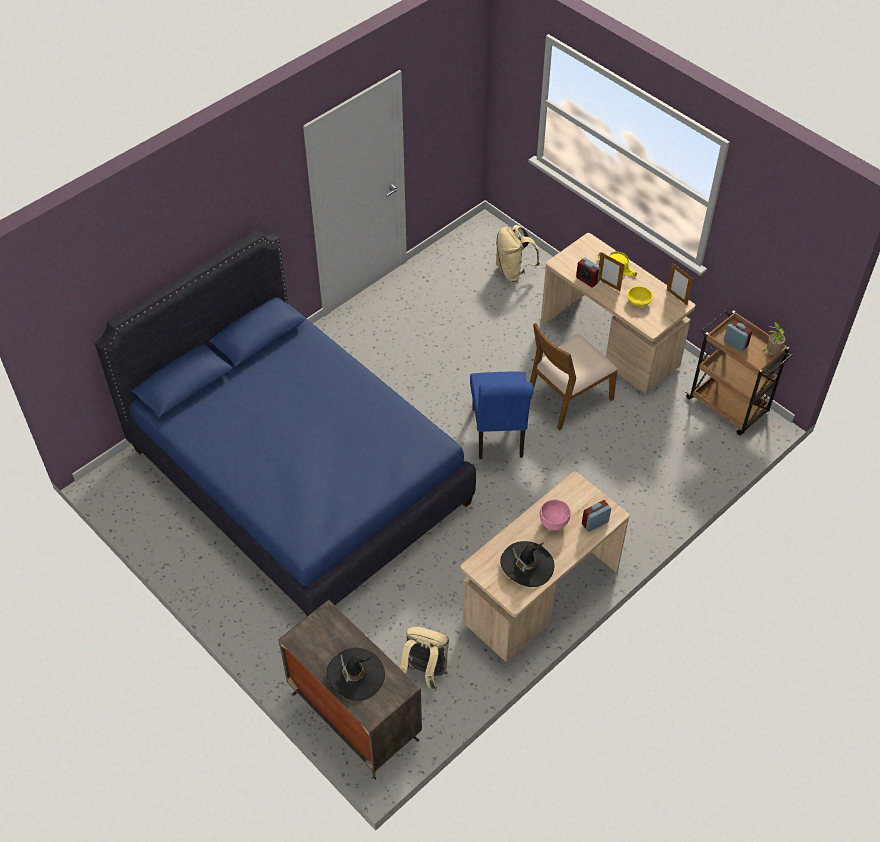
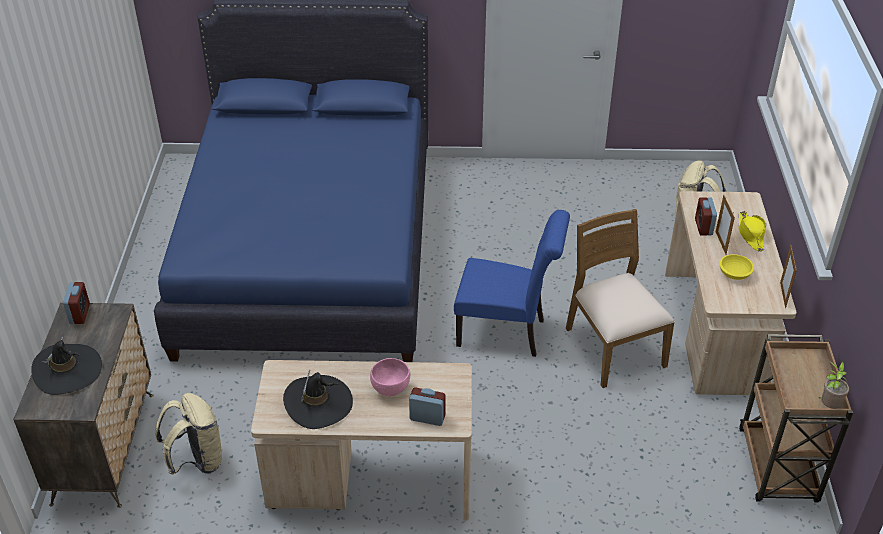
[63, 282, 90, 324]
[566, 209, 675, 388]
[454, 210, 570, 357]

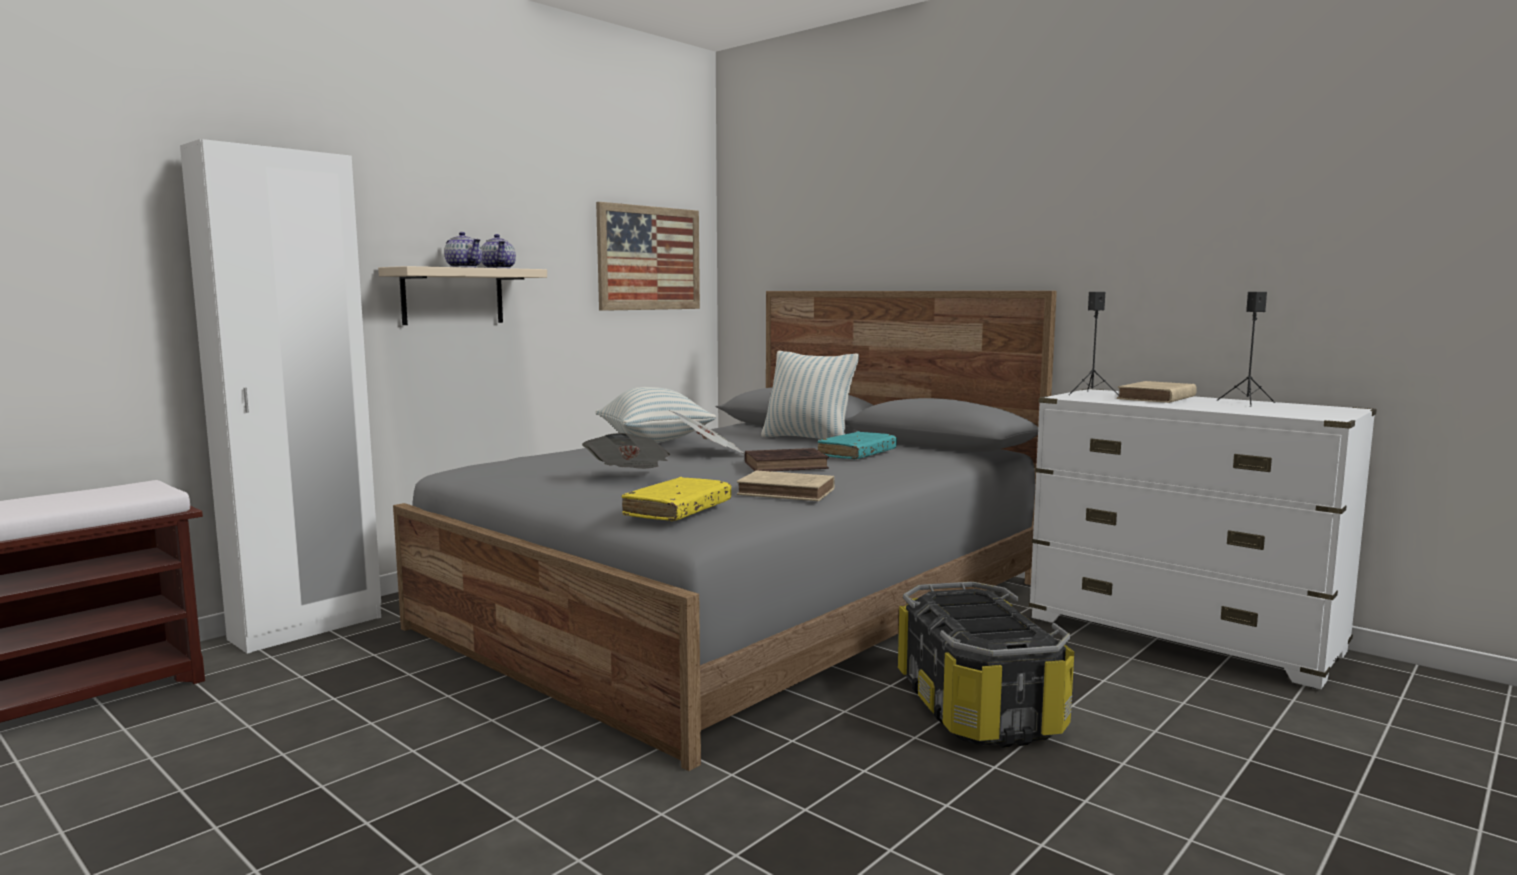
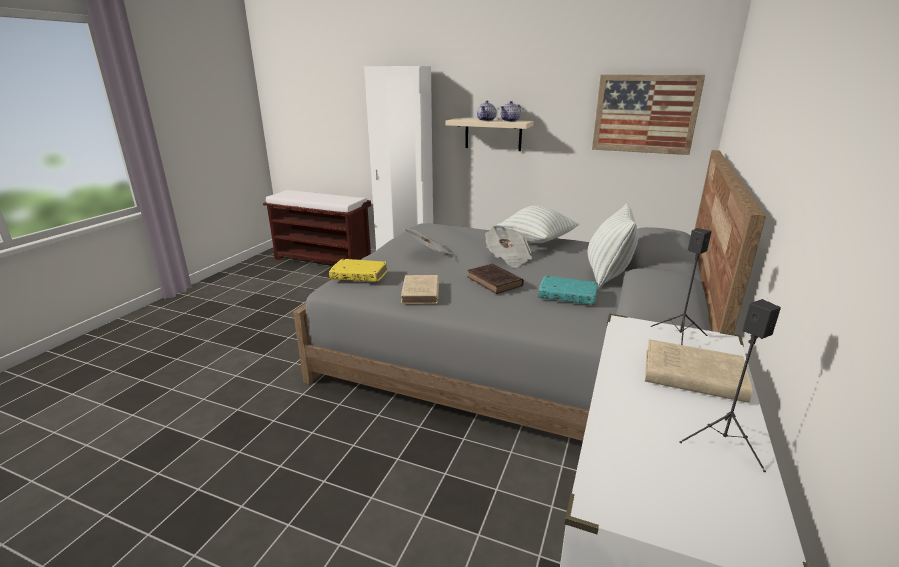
[898, 582, 1074, 748] (first image)

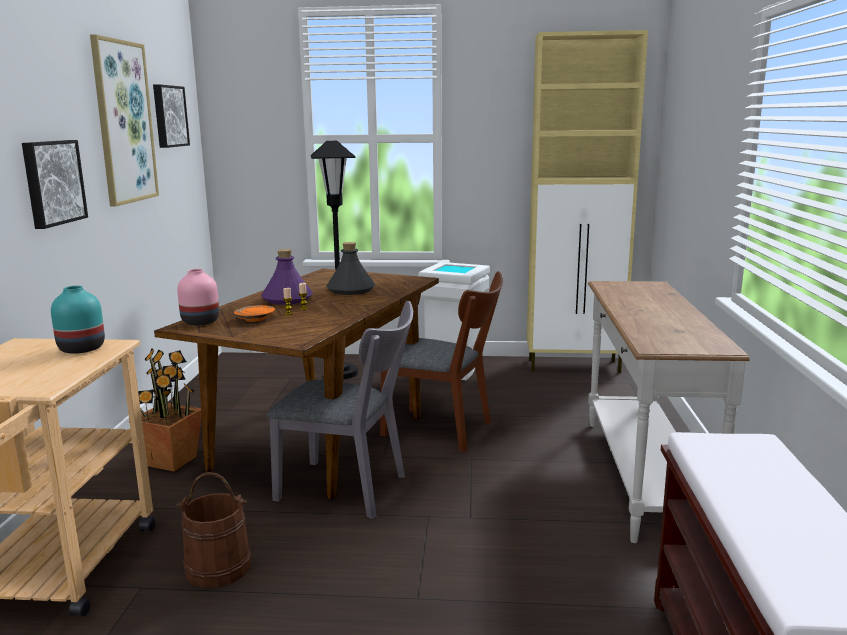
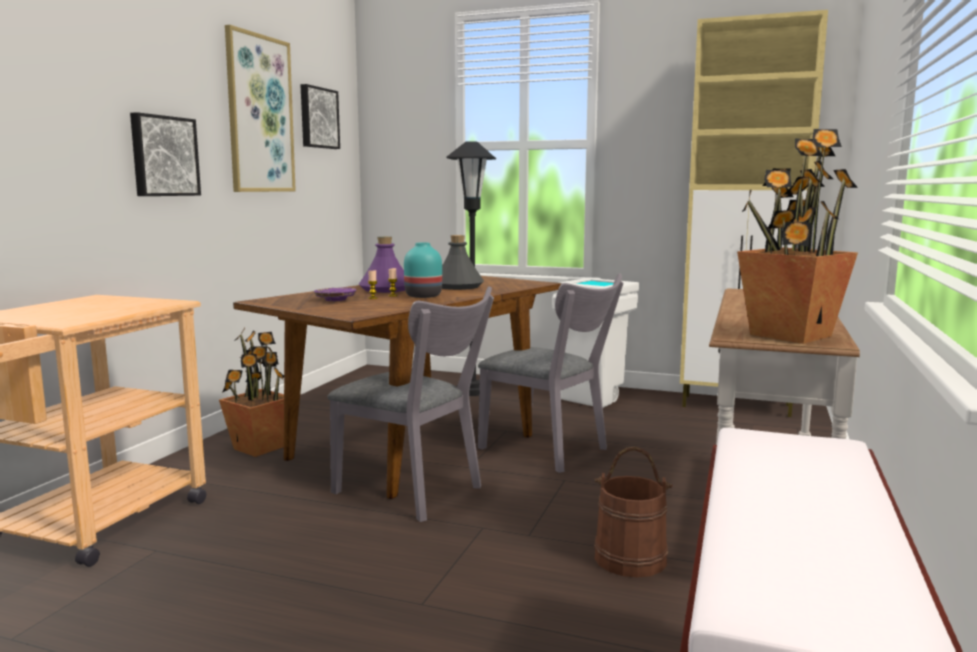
[177, 269, 219, 325] (first image)
[478, 273, 624, 473]
[404, 243, 442, 298]
[314, 288, 356, 301]
[594, 446, 673, 577]
[737, 129, 858, 344]

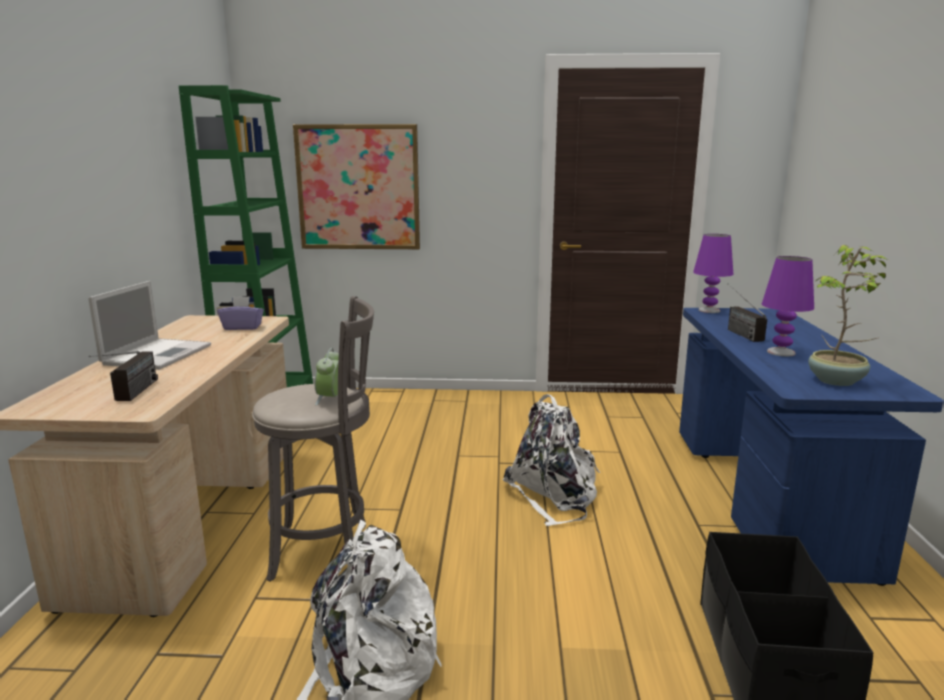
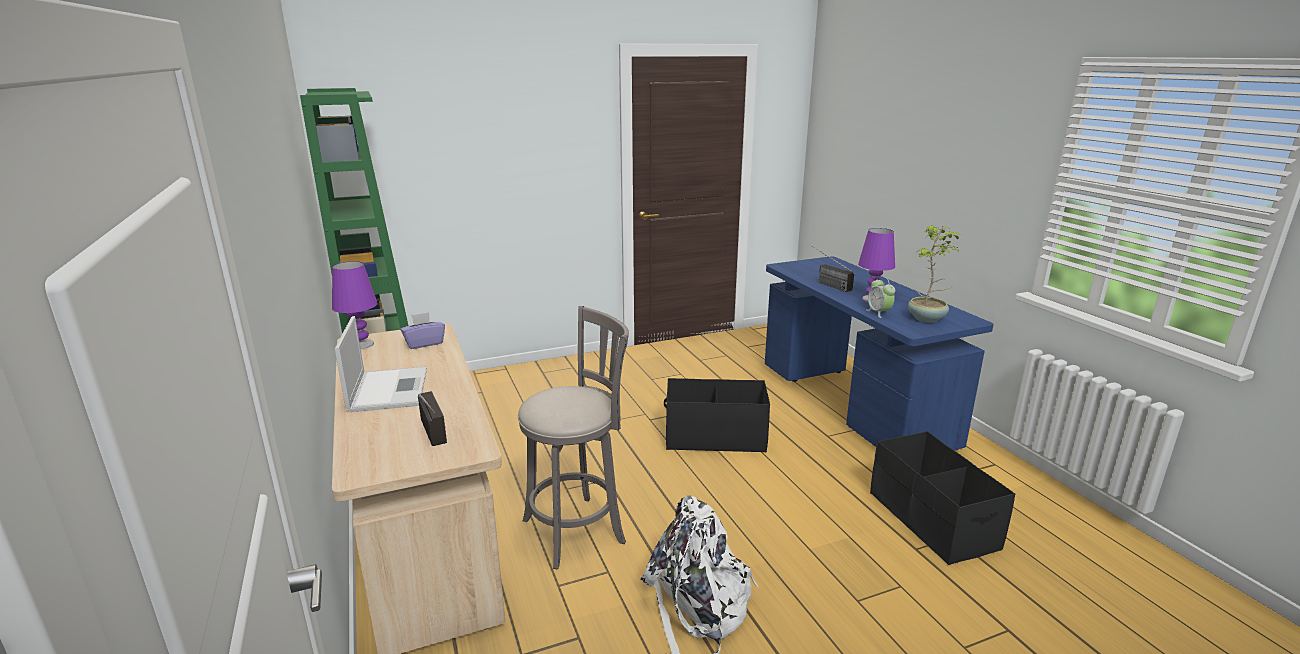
[293, 124, 420, 249] (first image)
[332, 261, 377, 349]
[866, 277, 895, 318]
[664, 378, 770, 452]

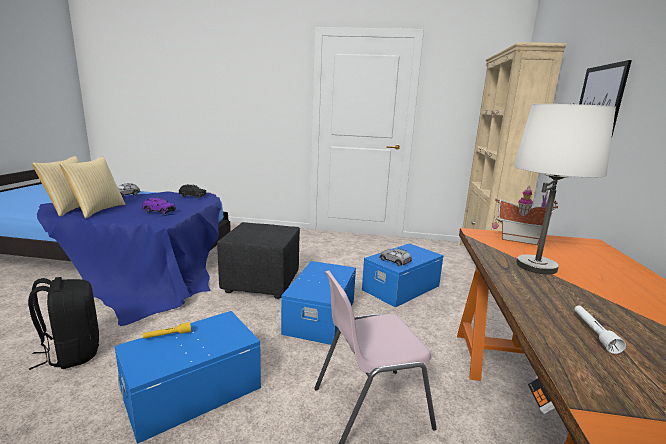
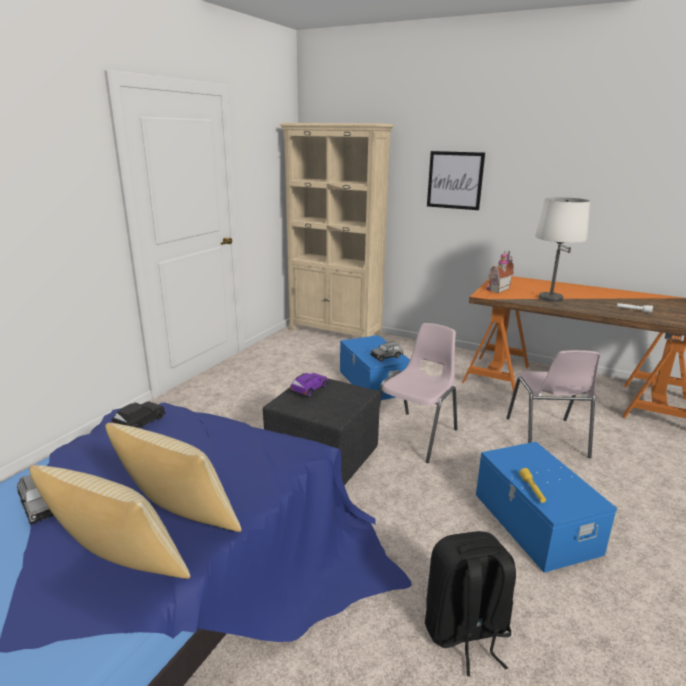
[290, 373, 328, 397]
[379, 323, 457, 463]

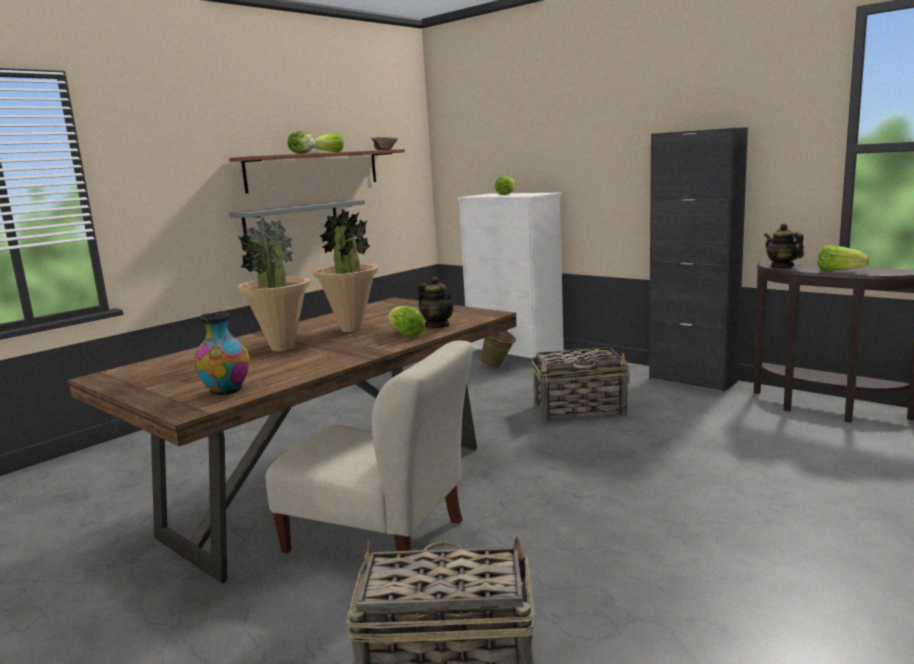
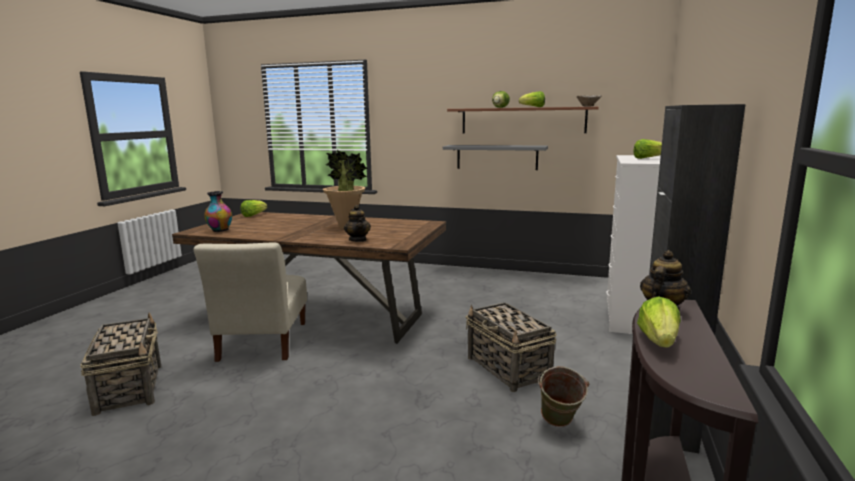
[237, 216, 311, 351] (first image)
[344, 205, 371, 242]
[240, 200, 267, 217]
[538, 366, 589, 427]

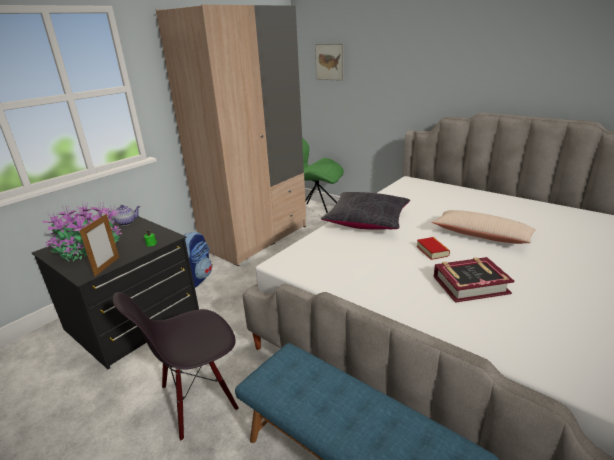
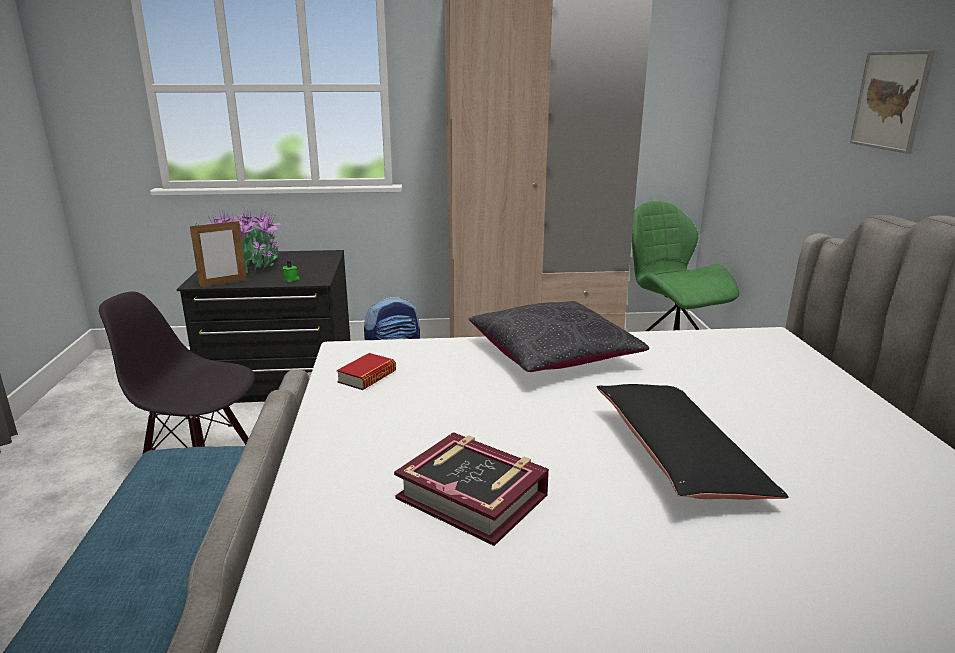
[850, 50, 935, 154]
[108, 205, 140, 226] (first image)
[597, 384, 789, 500]
[337, 353, 396, 390]

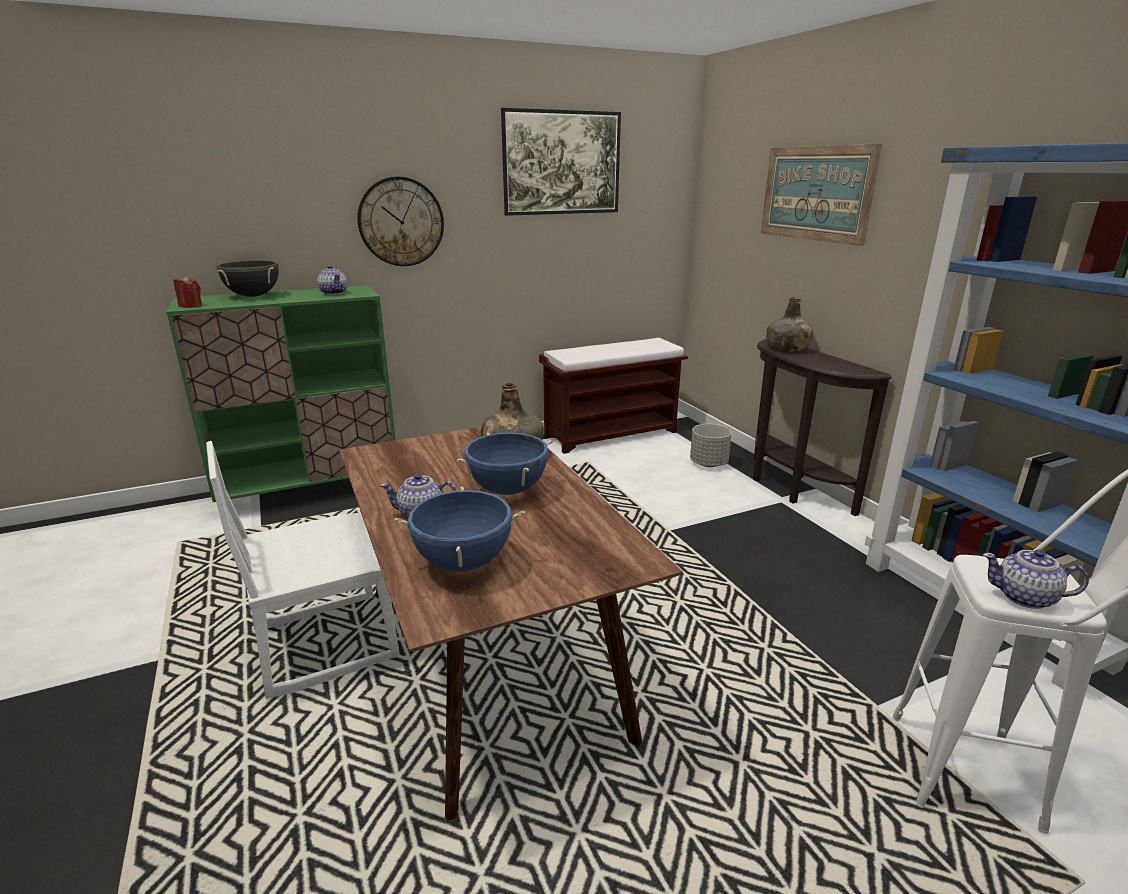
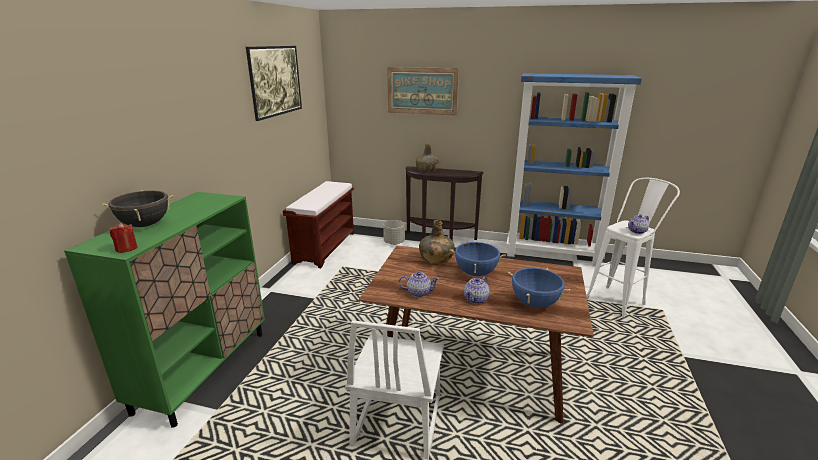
[357, 177, 444, 266] (first image)
[399, 272, 440, 297]

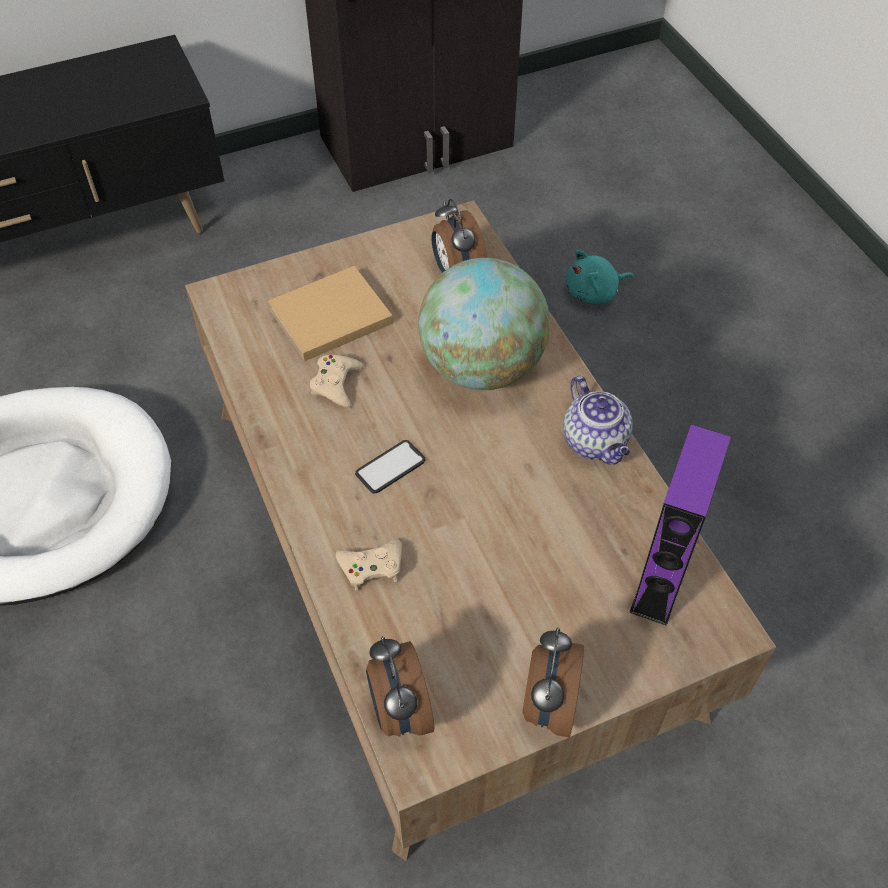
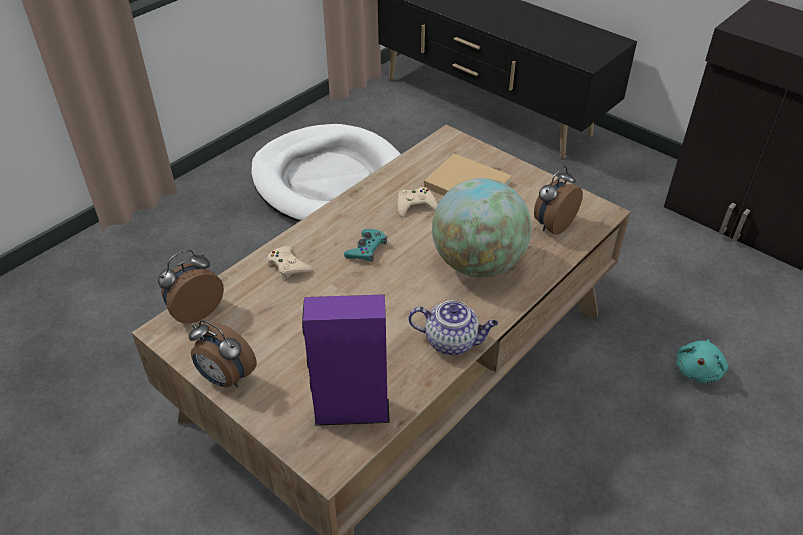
[676, 339, 728, 383]
[408, 300, 498, 355]
[344, 229, 387, 262]
[189, 320, 257, 388]

